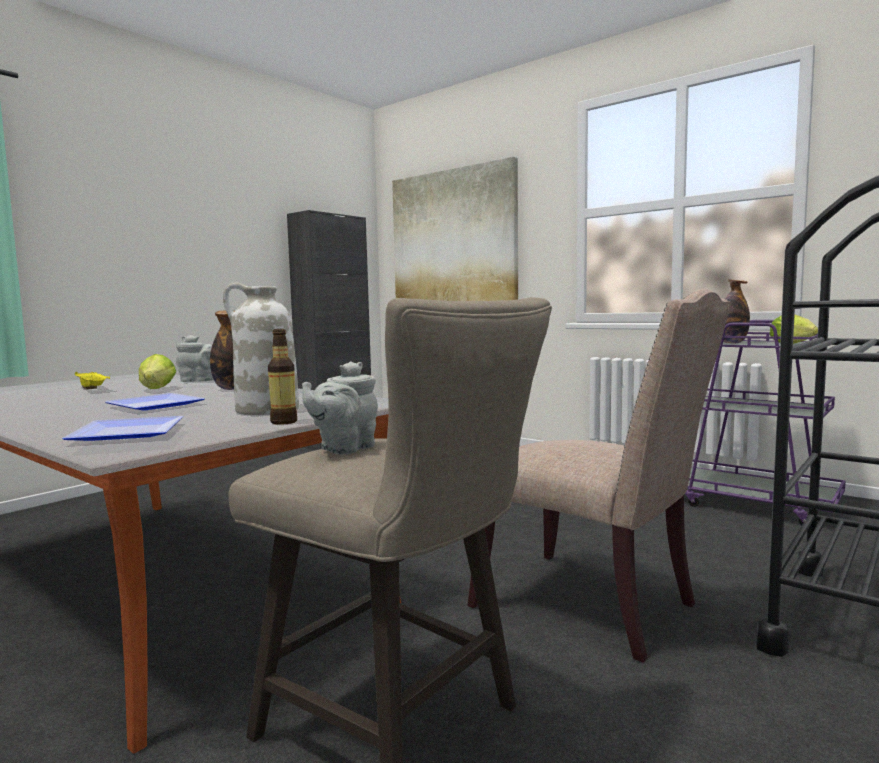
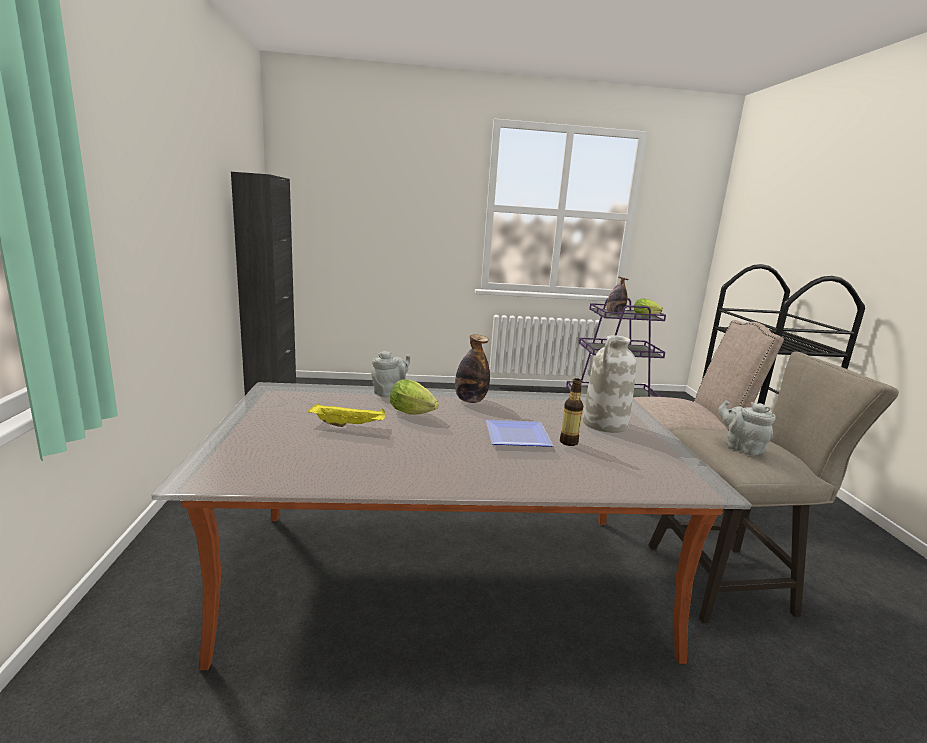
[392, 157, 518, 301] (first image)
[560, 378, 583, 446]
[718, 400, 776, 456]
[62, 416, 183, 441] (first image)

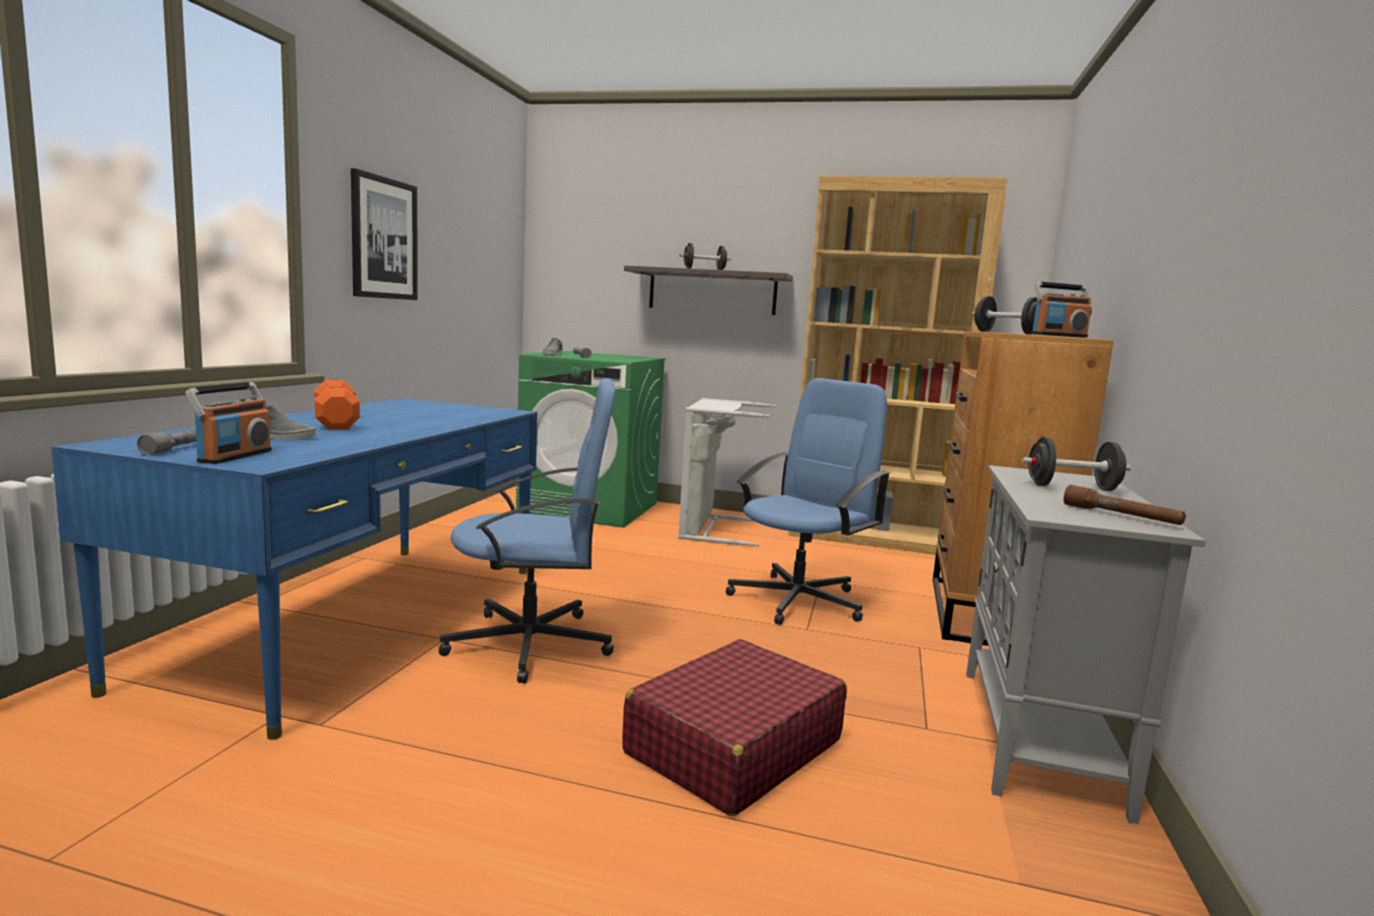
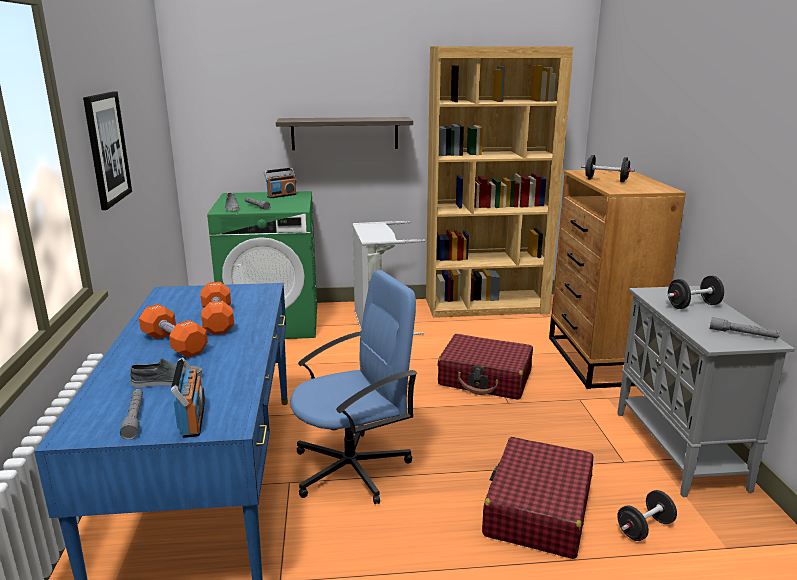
[617, 490, 677, 541]
[264, 168, 297, 198]
[437, 334, 533, 400]
[710, 317, 780, 339]
[200, 282, 234, 335]

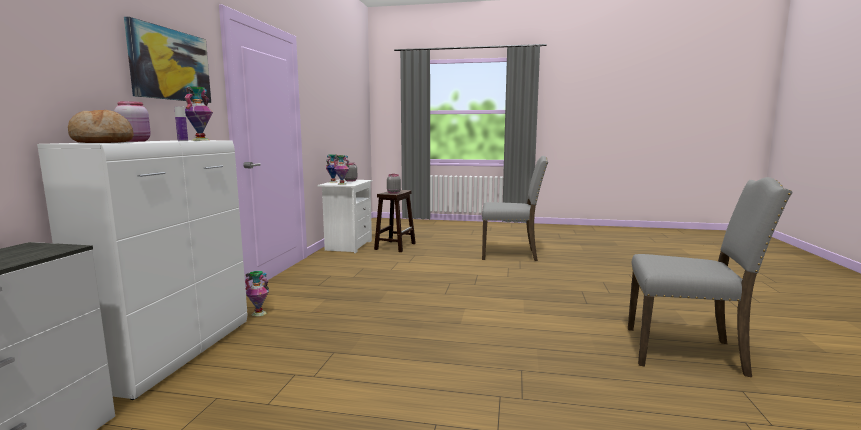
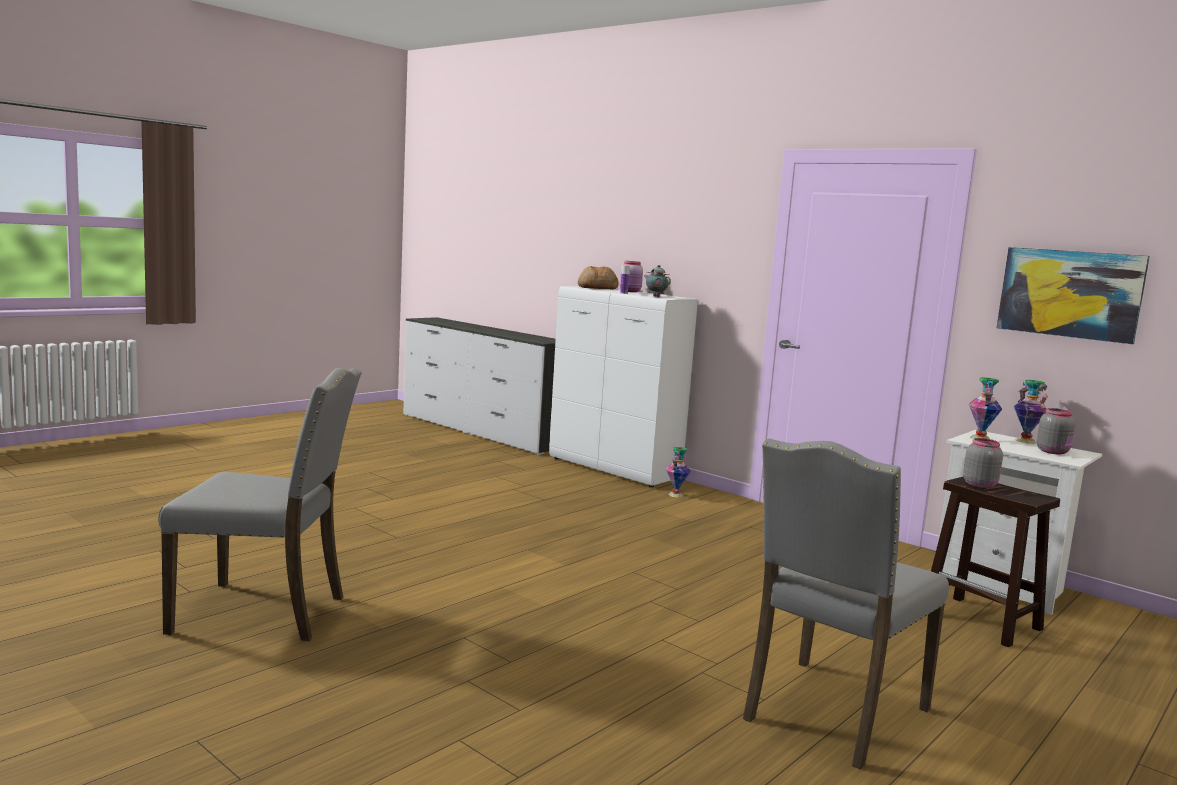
[997, 247, 1150, 344]
[644, 265, 671, 297]
[158, 368, 362, 641]

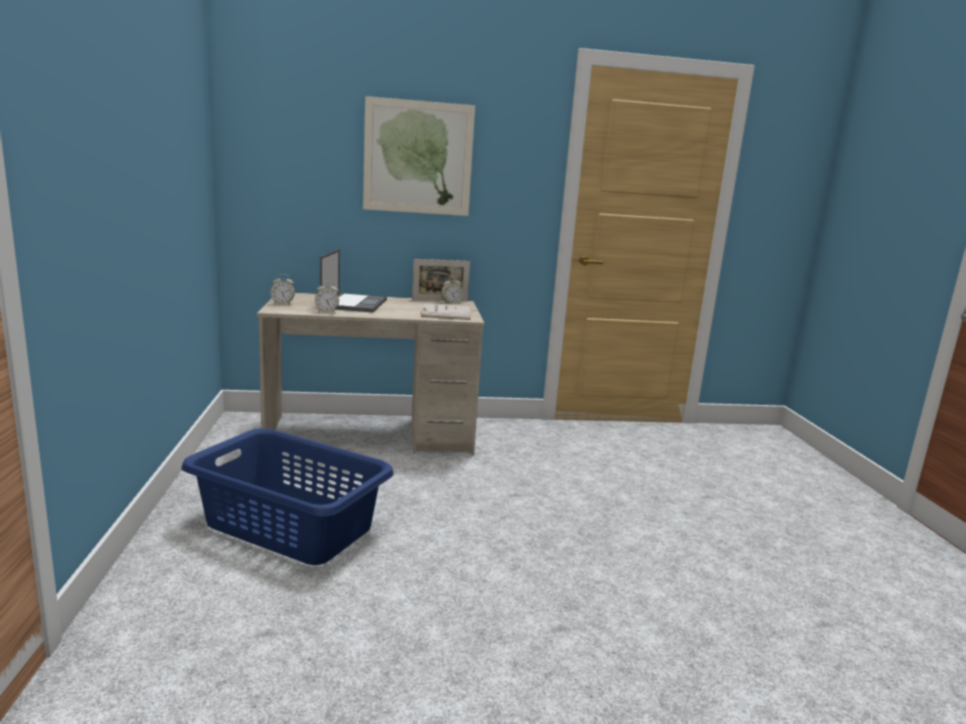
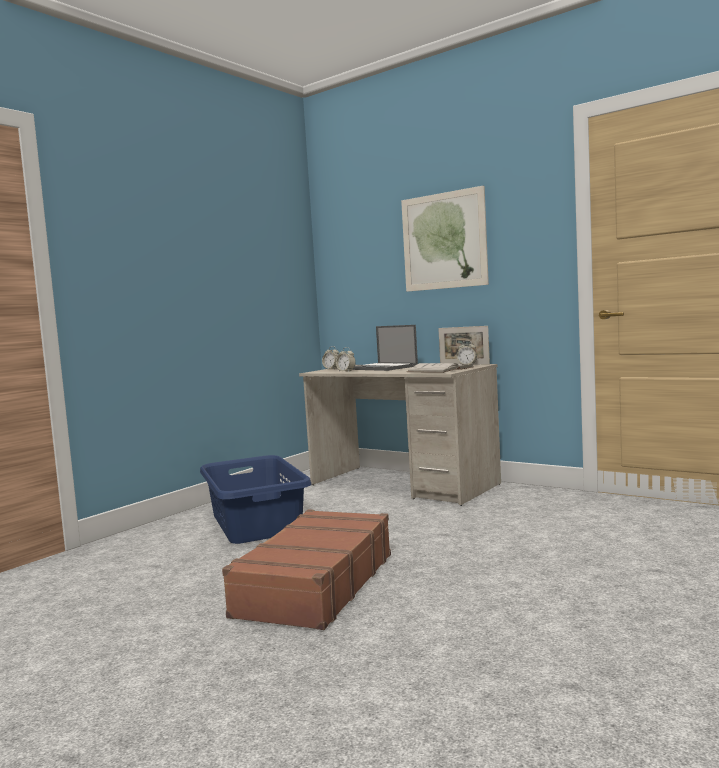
[353, 325, 418, 371]
[222, 509, 391, 630]

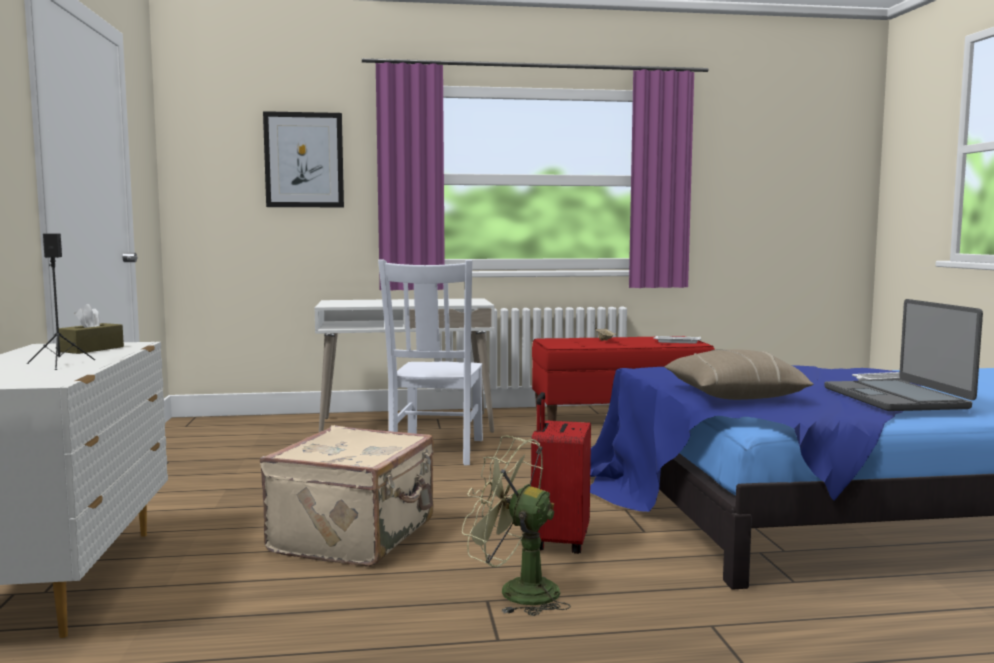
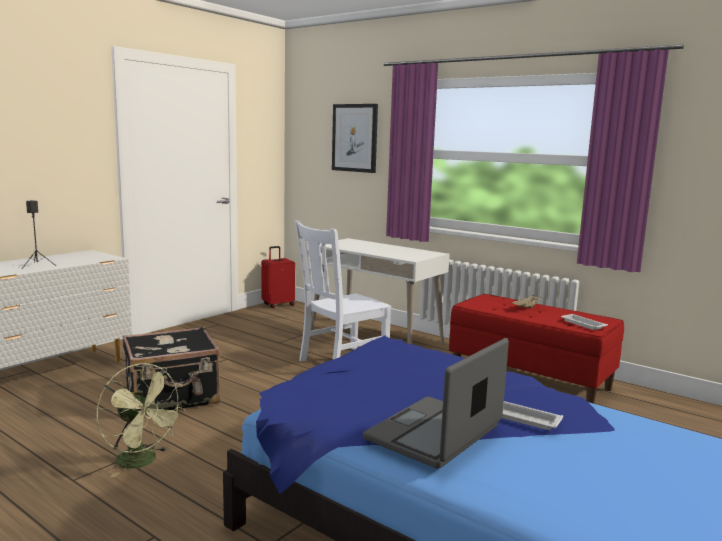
[59, 304, 124, 354] (first image)
[664, 349, 814, 400] (first image)
[261, 246, 295, 308]
[123, 327, 220, 410]
[96, 363, 186, 477]

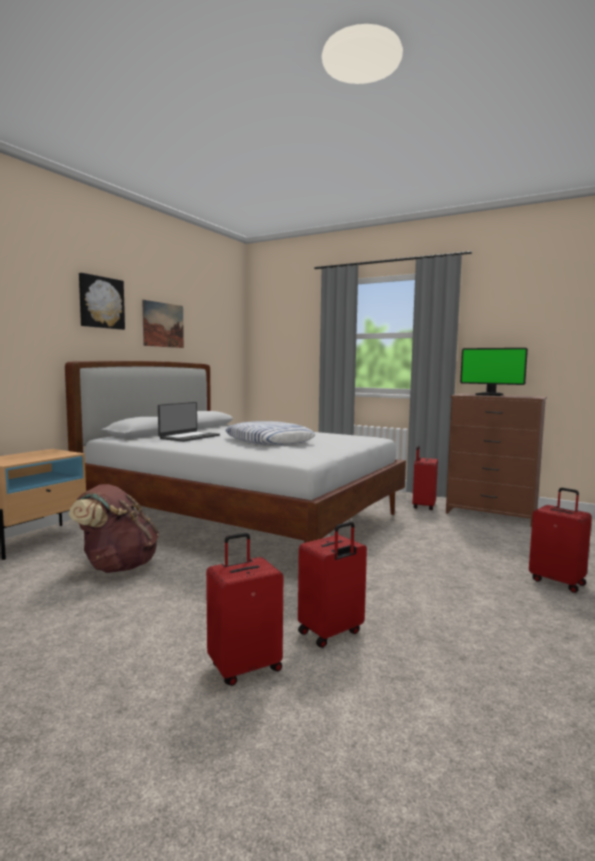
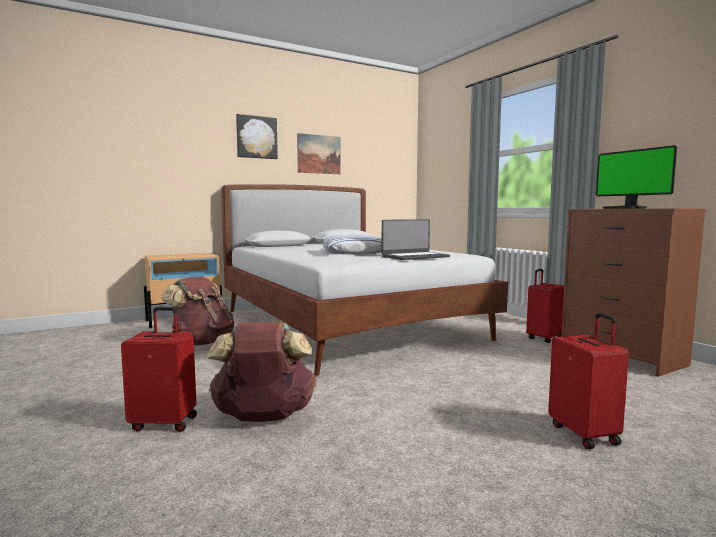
[381, 219, 450, 260]
[208, 322, 317, 422]

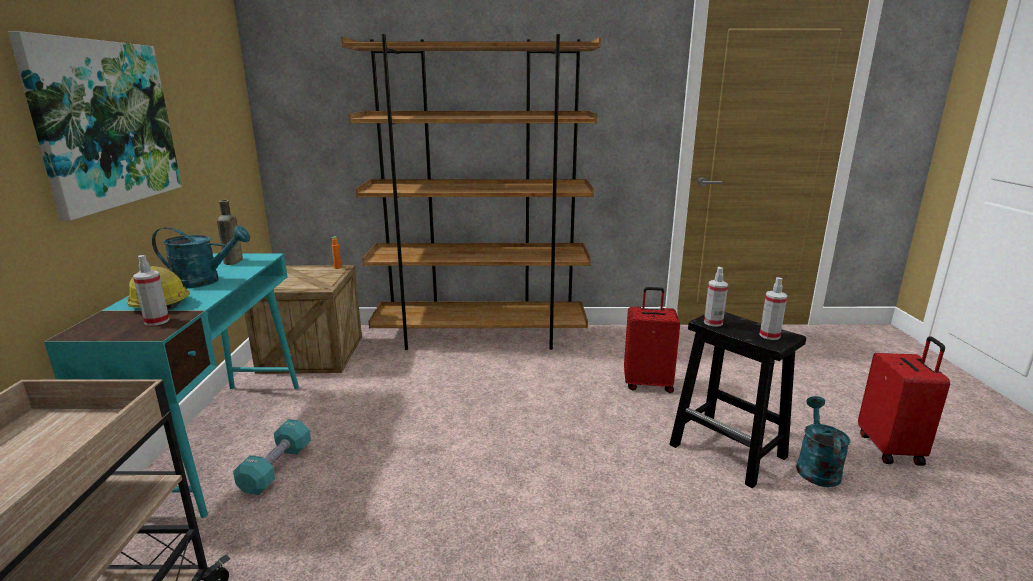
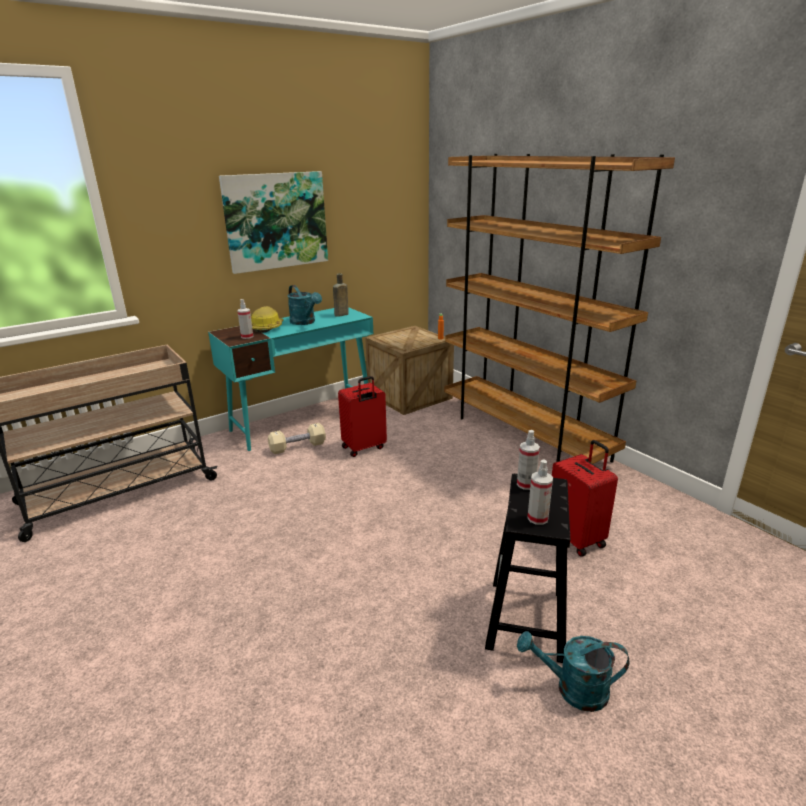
[338, 376, 387, 457]
[517, 631, 630, 712]
[268, 423, 326, 454]

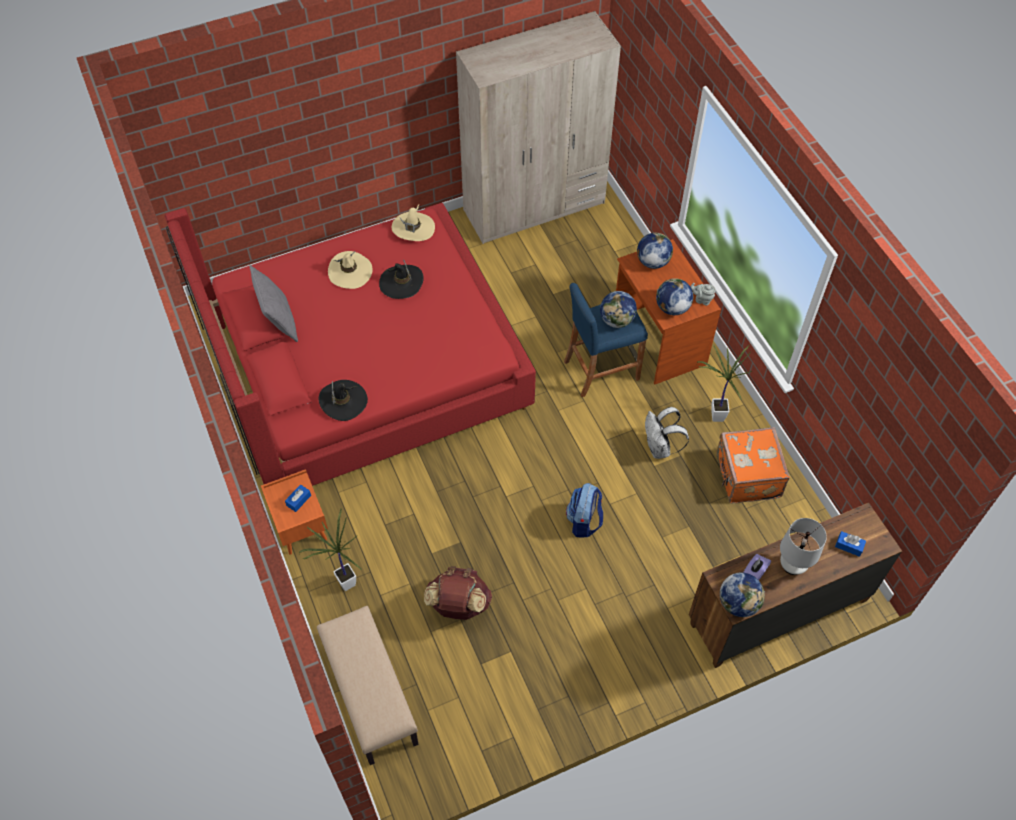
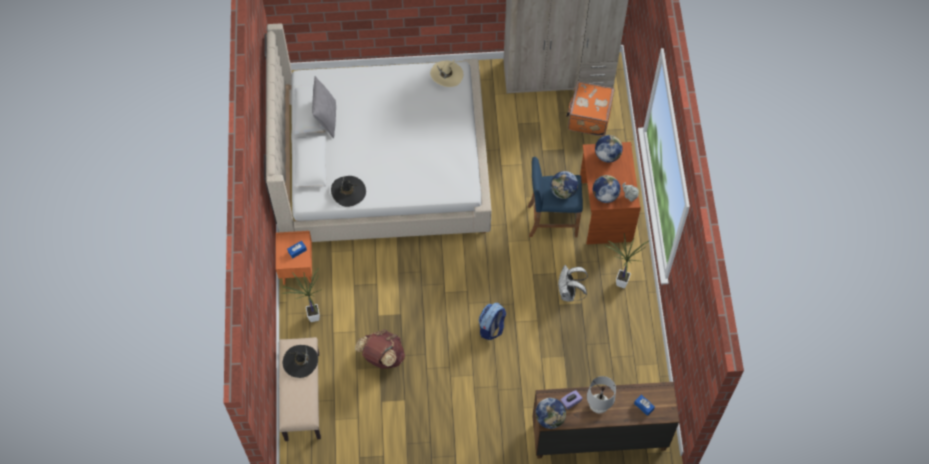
[264, 23, 492, 242]
[328, 251, 373, 289] (first image)
[283, 345, 318, 378]
[566, 81, 614, 137]

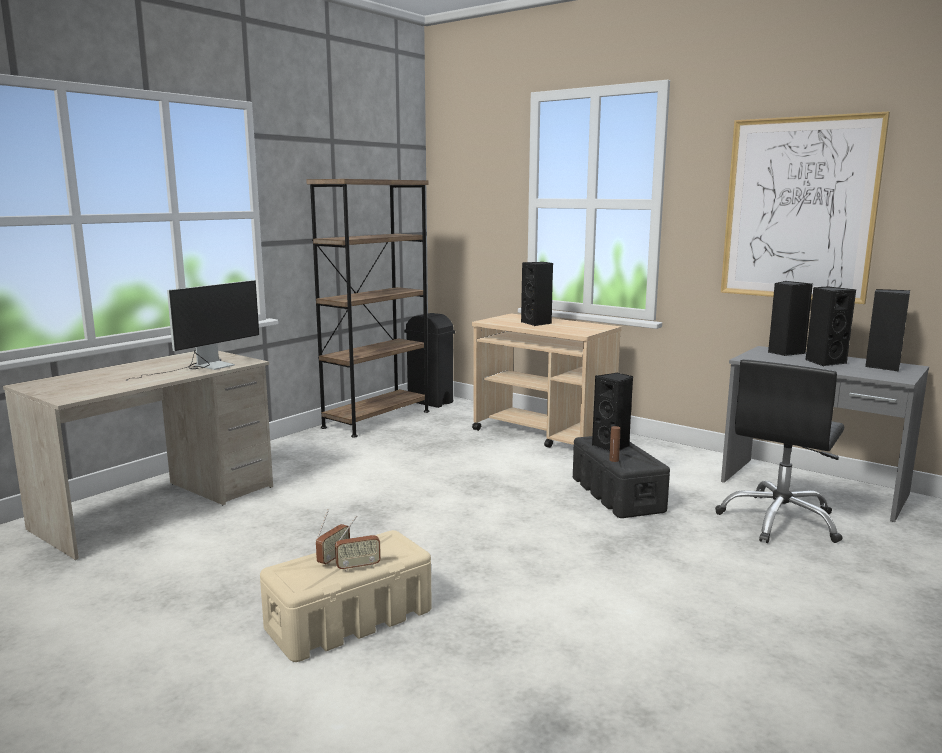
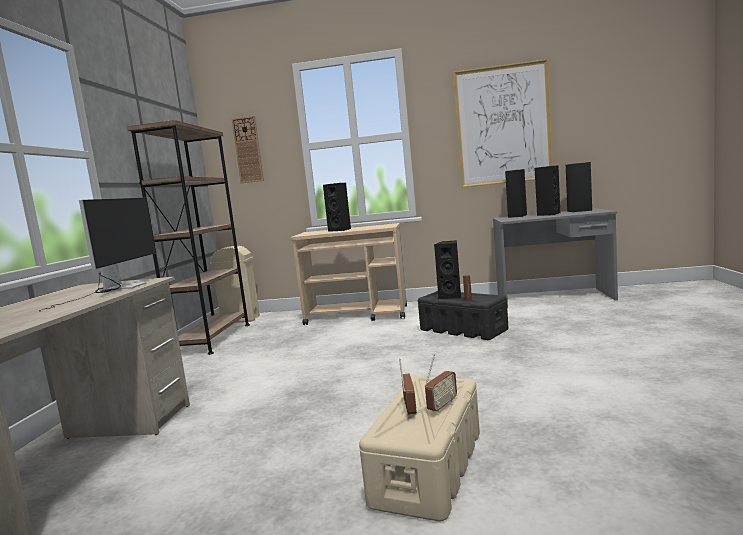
[210, 246, 260, 323]
[715, 359, 845, 543] (first image)
[232, 116, 264, 183]

